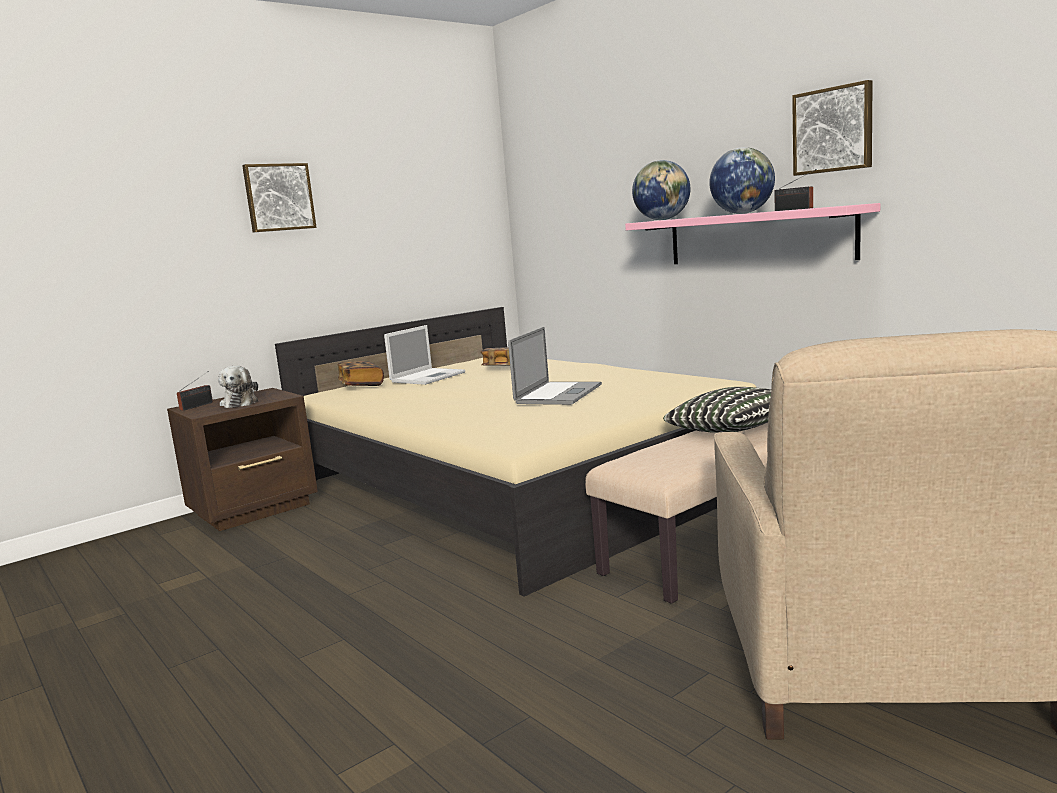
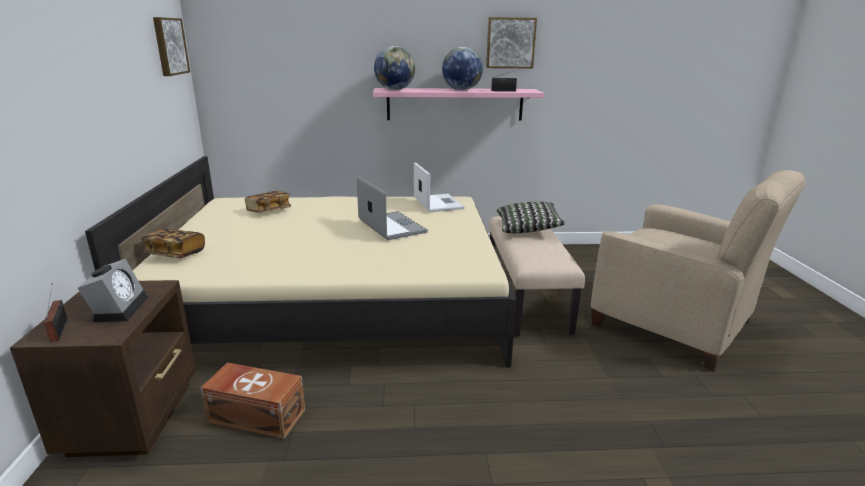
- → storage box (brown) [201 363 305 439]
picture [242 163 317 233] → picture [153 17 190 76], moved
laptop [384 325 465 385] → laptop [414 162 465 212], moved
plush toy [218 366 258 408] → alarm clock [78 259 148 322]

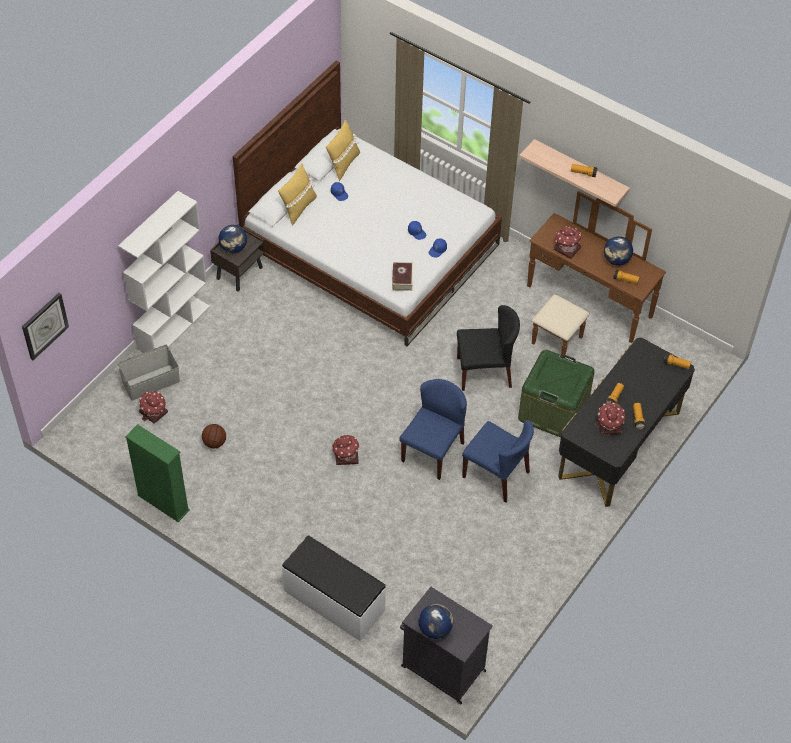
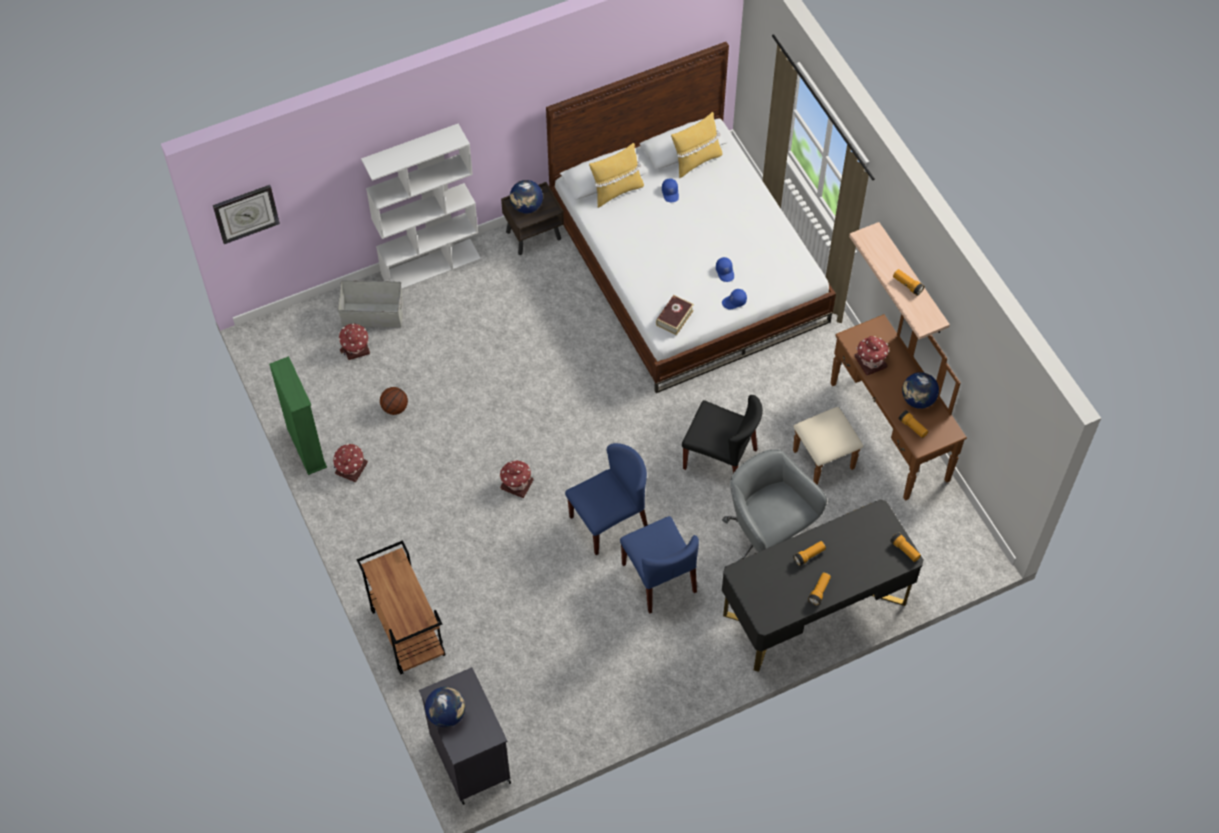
toy house [595 402 625 435] → toy house [333 443 368 482], moved
bench (white) [282 535 386 641] → cart (brown) [356 540 446 674]
storage box (green) [518 350 595 438] → office chair (grey) [722 449 827 561]

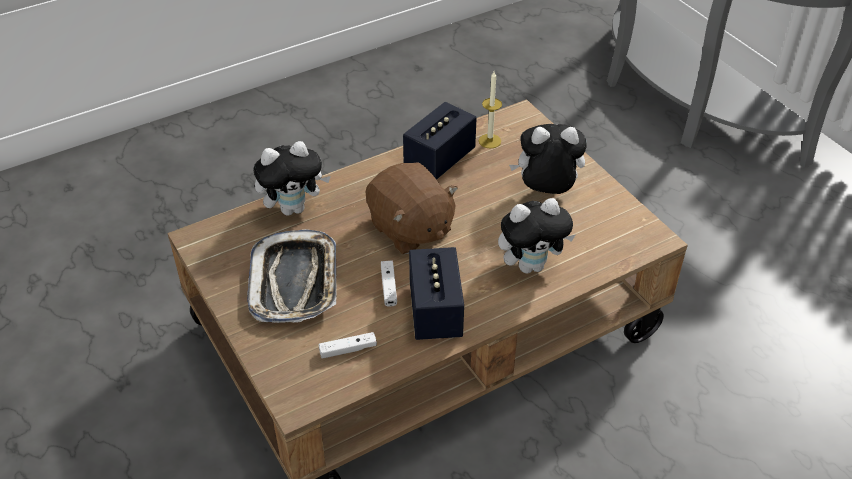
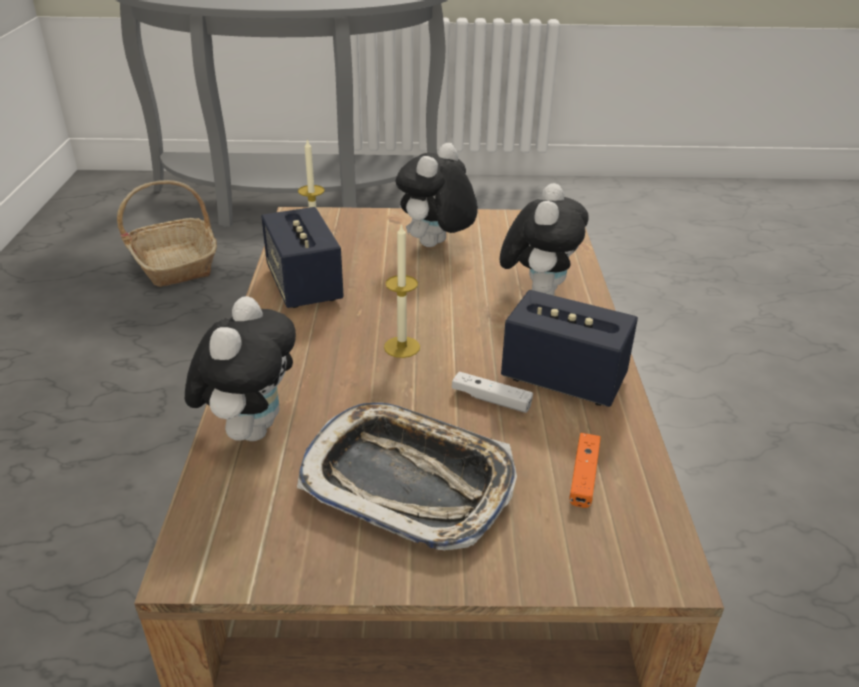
- → basket [117 180 217 287]
plush toy (brown) [366 162 458 255] → candle [384 223 420 358]
game controller (white) [319 332 377 359] → game controller (orange) [569 433 601 508]

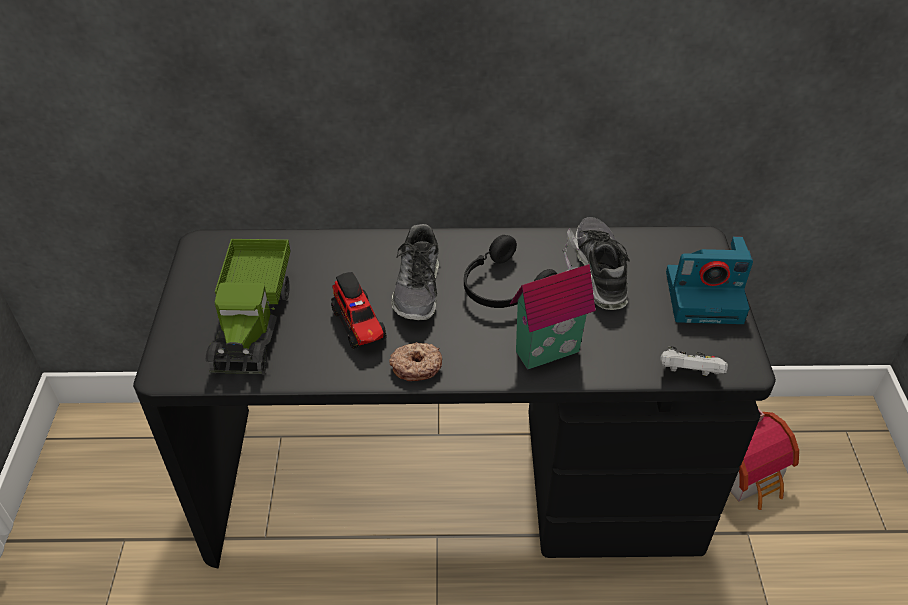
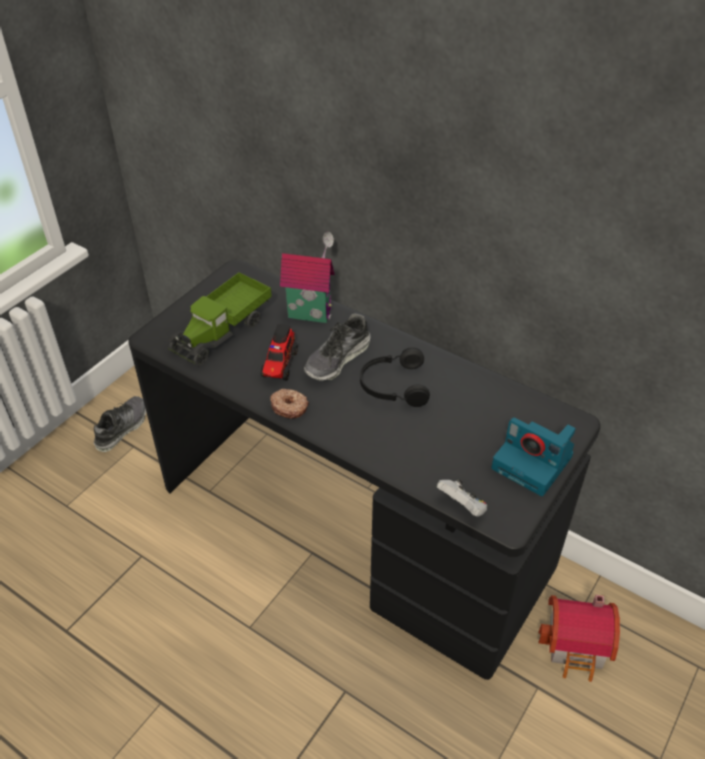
toy house [510 228 596 370] → toy house [280 232 335 323], moved
shoe [576 217 630 310] → shoe [94 396 146 452], moved

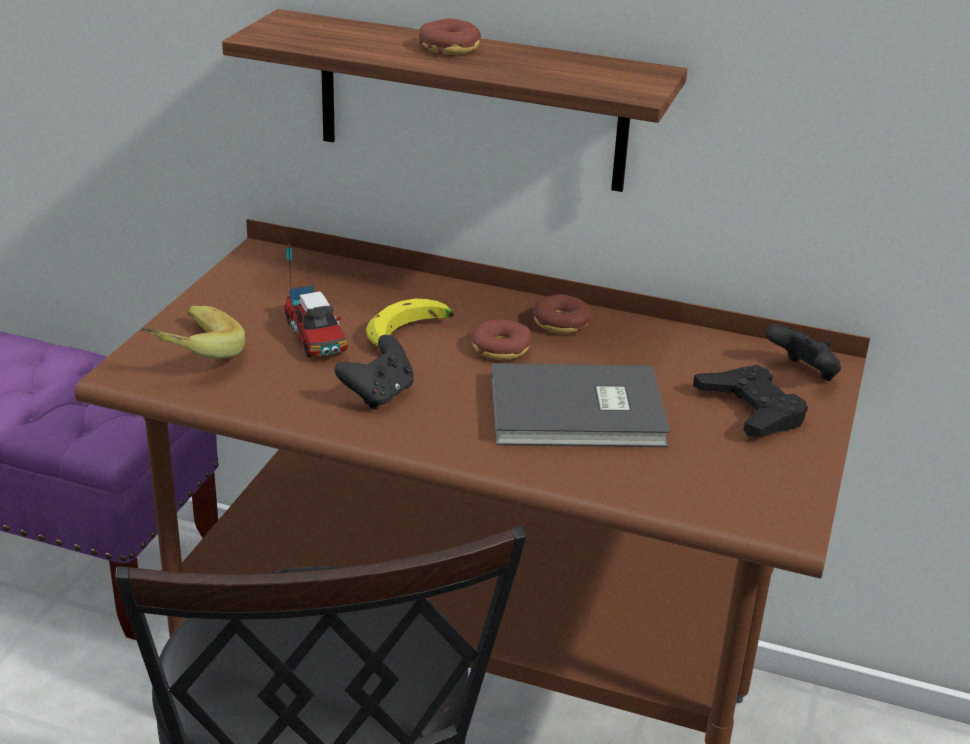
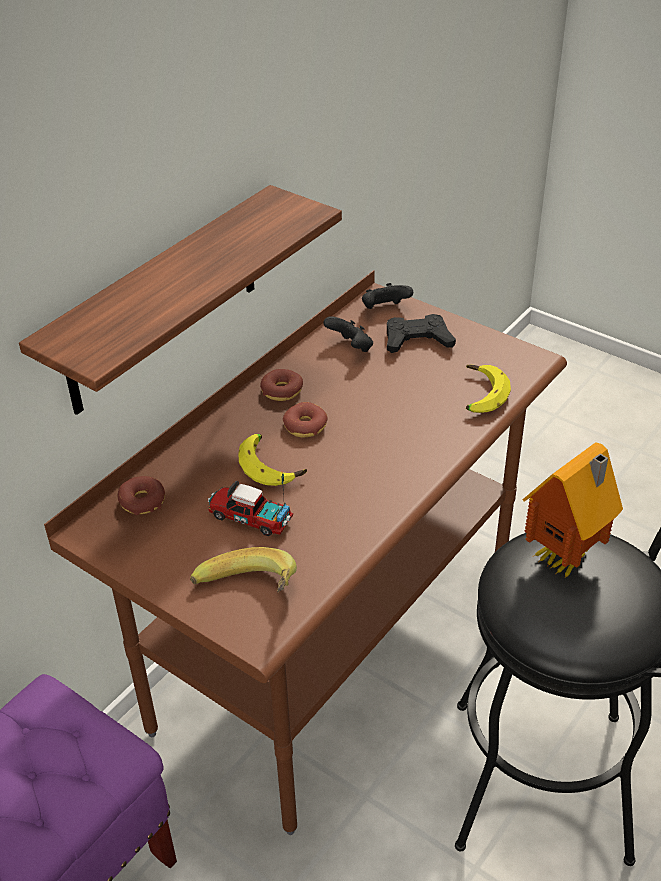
book (grey) [492 363 670 447] → -
- → banana [466 365 511 413]
- → toy house [523 442 623 579]
game controller (black) [335 335 414 409] → game controller (black) [323 316 373 352], moved
donut [419 19 481 54] → donut [117 476 165 515], moved
toy truck [284 244 348 357] → toy truck [208 472 293 536], 150 degrees counterclockwise

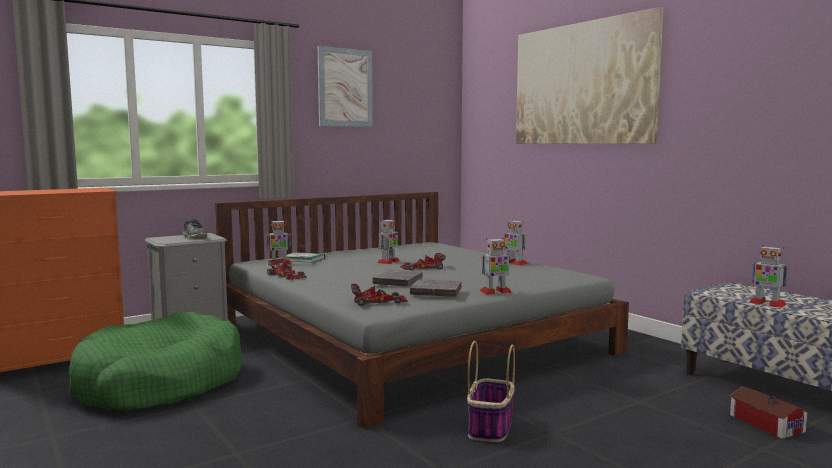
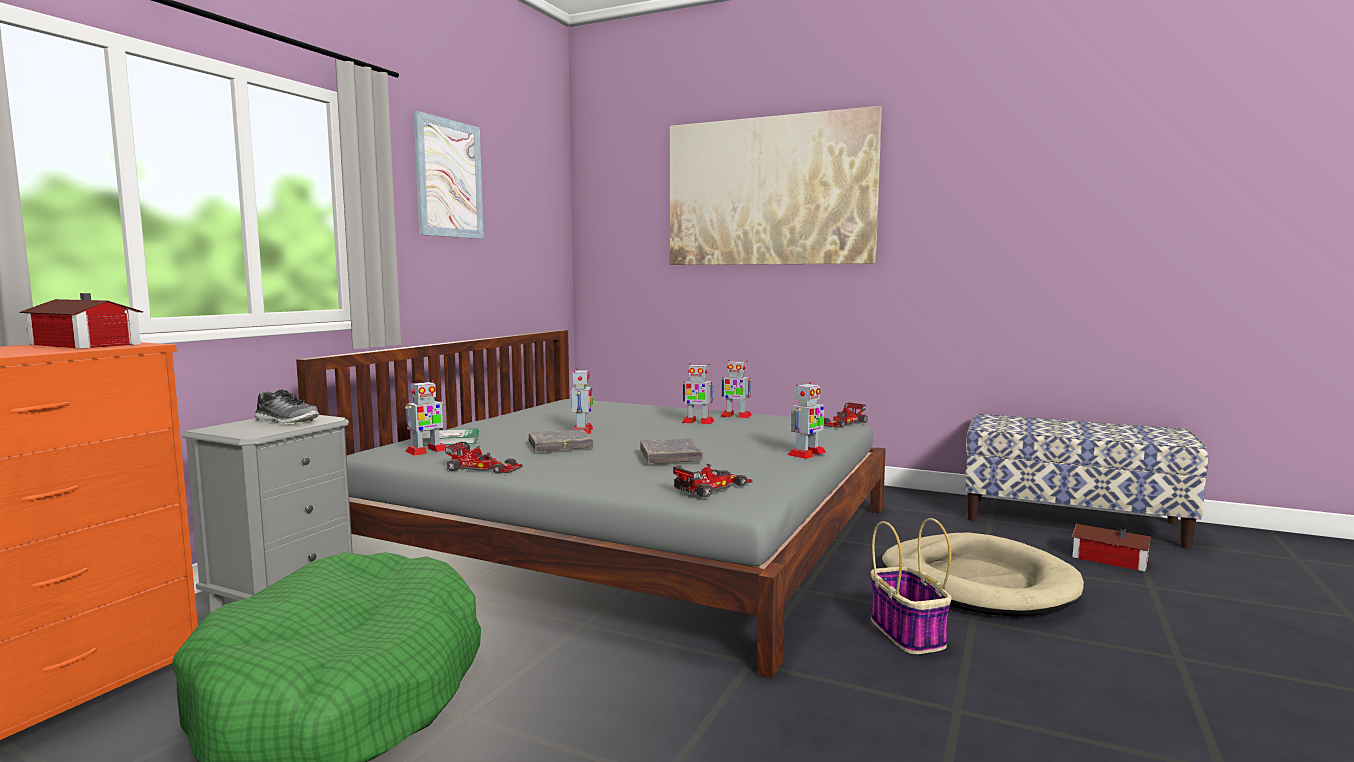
- → toy house [19 293 144 349]
- → dog bed (beige) [882 533 1084 617]
toy car [400 253 445 270] → toy car [823 402 868 428], moved
book (grey) [410 279 461 297] → book (grey) [529 429 593 451], moved
toy robot [749 245 788 308] → toy robot [682 363 715 424], moved

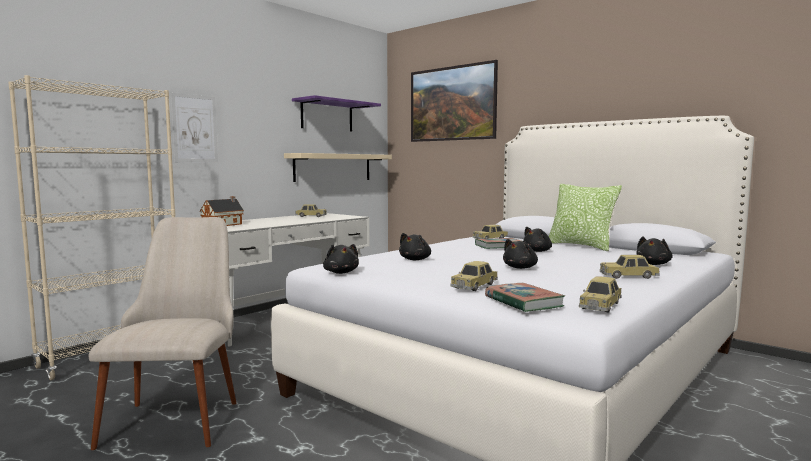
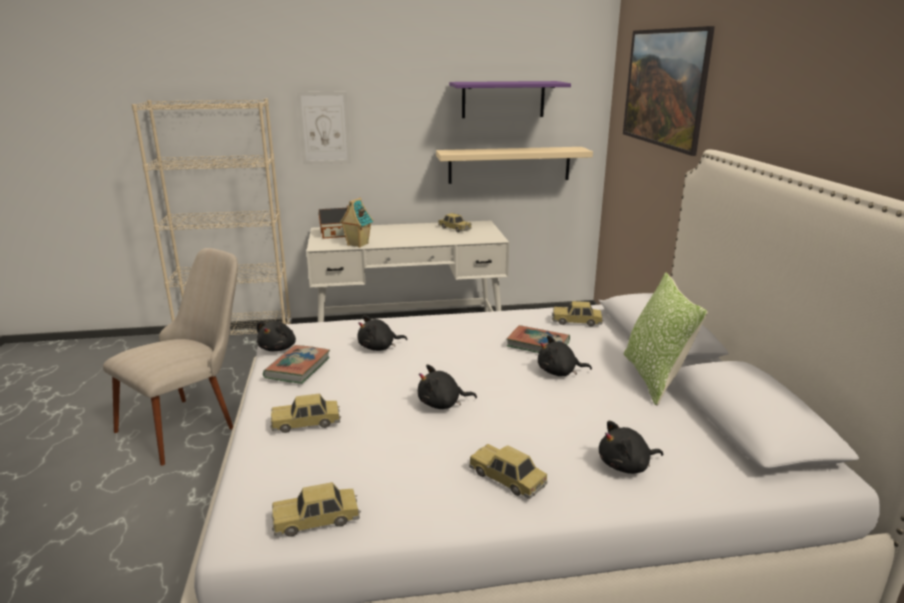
- → toy house [339 198 373 248]
book [485 283 565 312] → book [263 345 330 384], moved

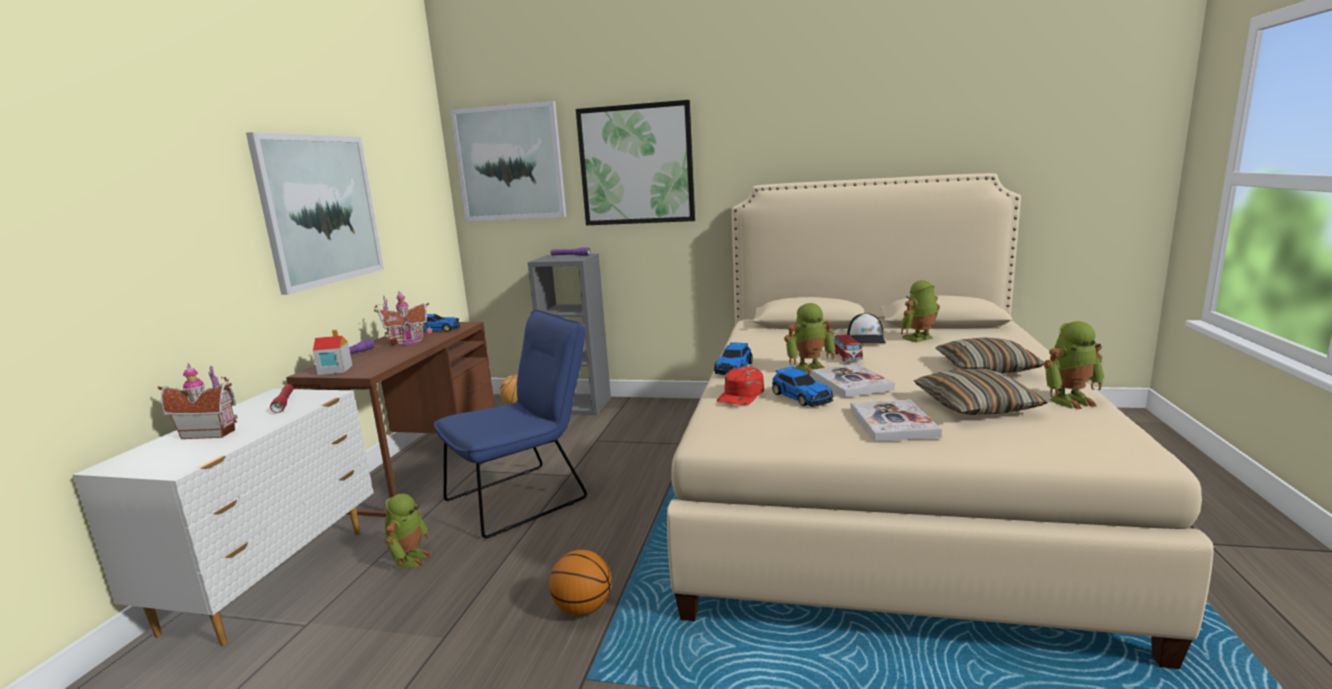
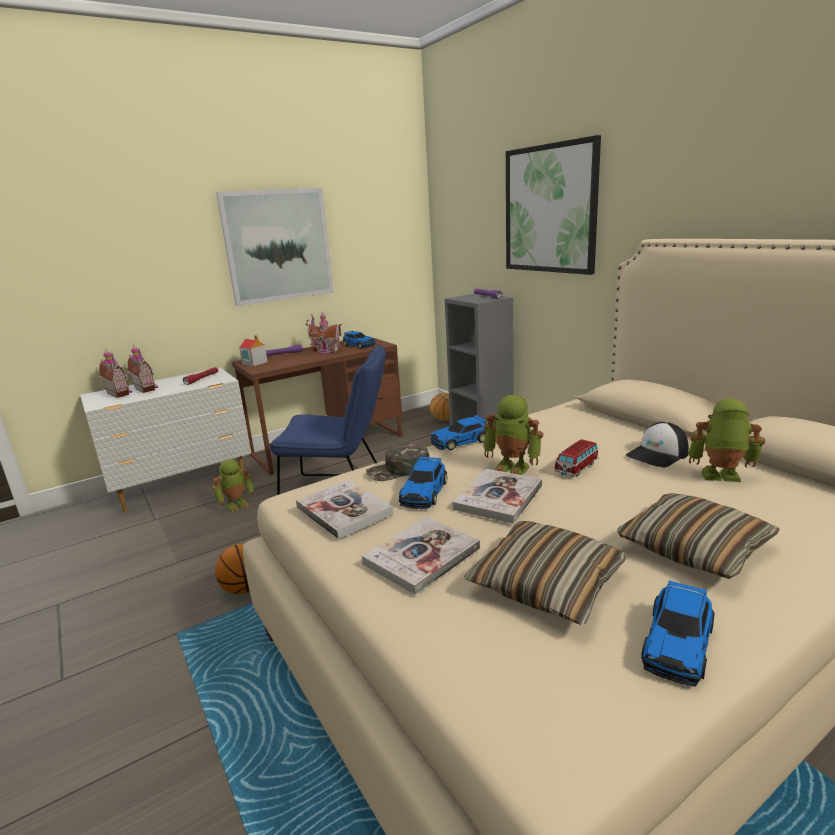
picture [450 101 566 221] → -
- → toy house [99 350 132 398]
- → book [296 480 393 539]
toy robot [1043 321 1104 410] → toy car [641 580 715 687]
cap (red) [717 367 764 405] → cap (green) [366 443 430 481]

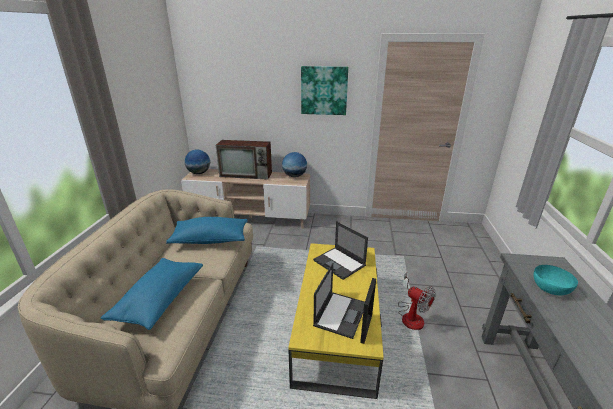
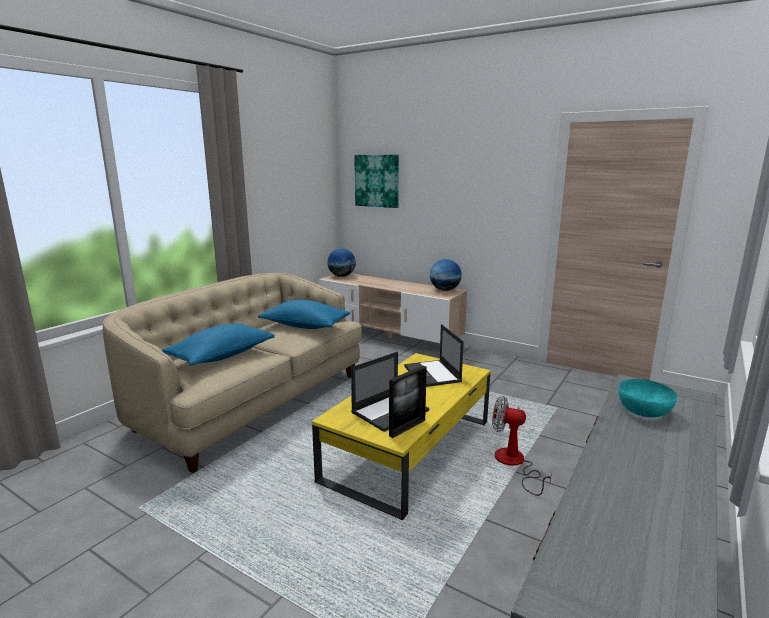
television [216 140 272 180] → -
picture [301 66 348 115] → picture [354 155 399 208], moved
fan [398 272 436 330] → fan [492 396 552 496], 135 degrees clockwise

